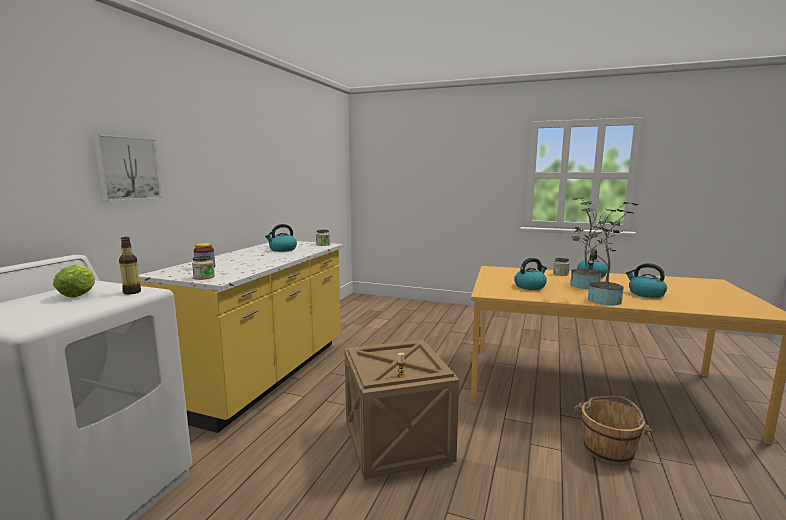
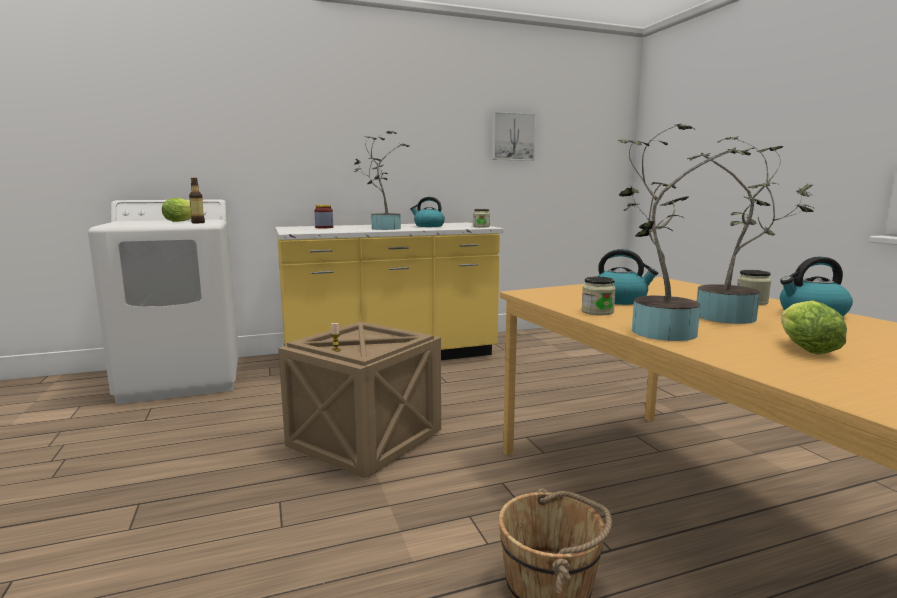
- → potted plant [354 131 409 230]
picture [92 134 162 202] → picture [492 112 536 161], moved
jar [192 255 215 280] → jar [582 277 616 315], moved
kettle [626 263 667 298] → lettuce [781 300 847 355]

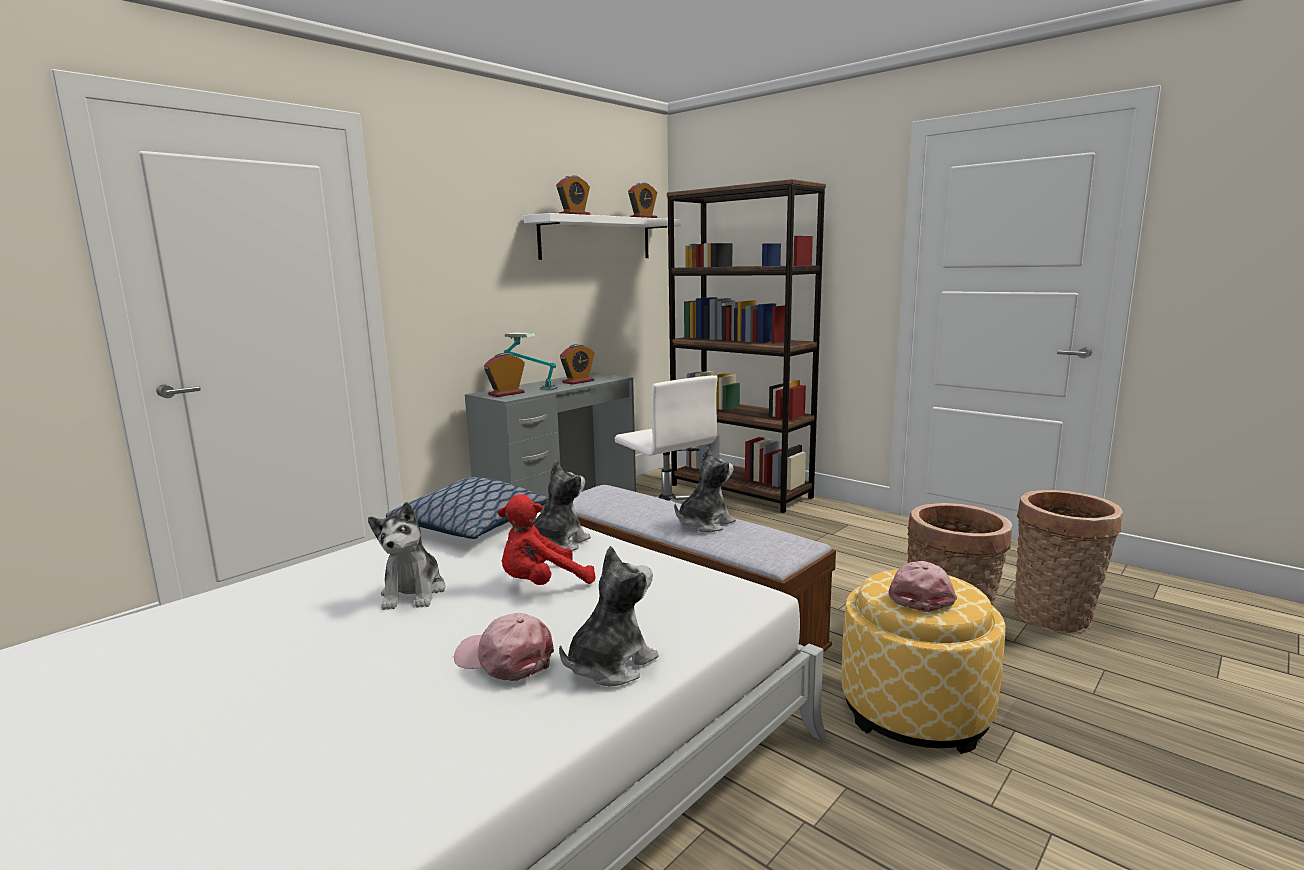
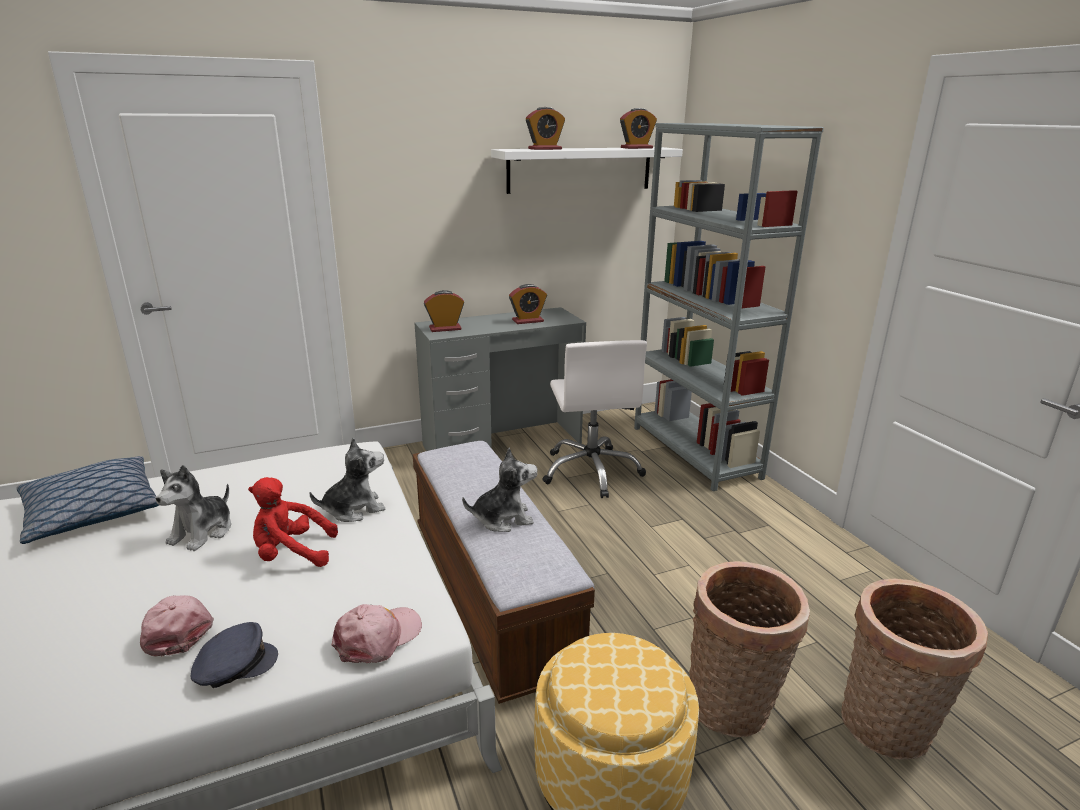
table lamp [504 332 557 391] → -
pillow [386 477 548 539] → pillow [17 456 159 544], moved
cap (pink) [889 561 957 612] → cap (pink) [332 604 422 664], moved
plush toy [559 546 659 686] → cap (grey) [191 622 278 688]
bookcase (brown) [667 179 826 513] → bookcase (grey) [634 123 824 491]

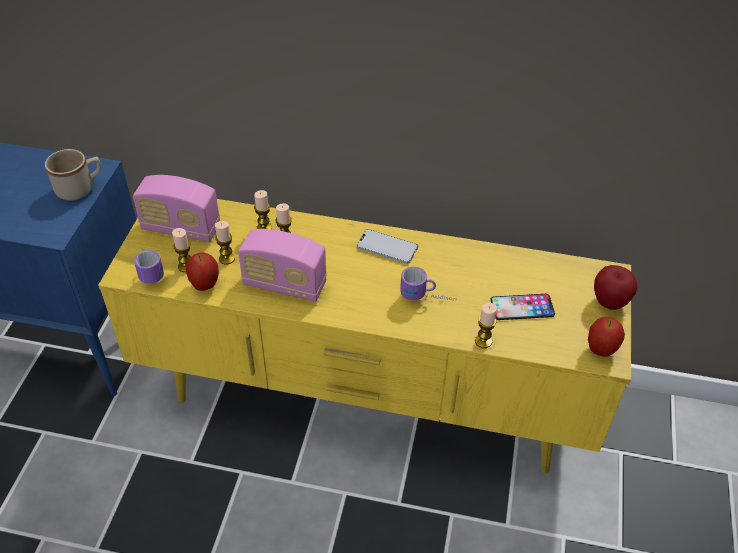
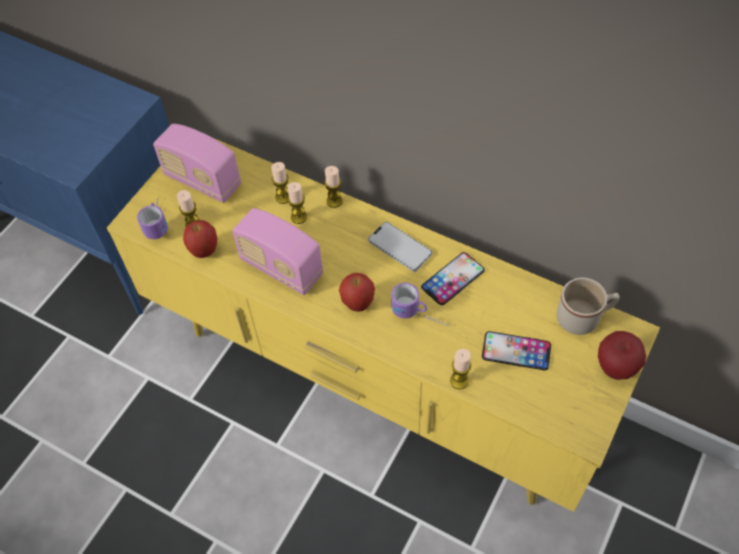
- → phone [421 252 485 305]
mug (beige) [45 149 101 201] → mug (beige) [557 278 619 335], moved
candle [215 221 235 265] → candle [324 166 343 208], moved
apple [588 317 625 357] → apple [339 273 375 312], moved

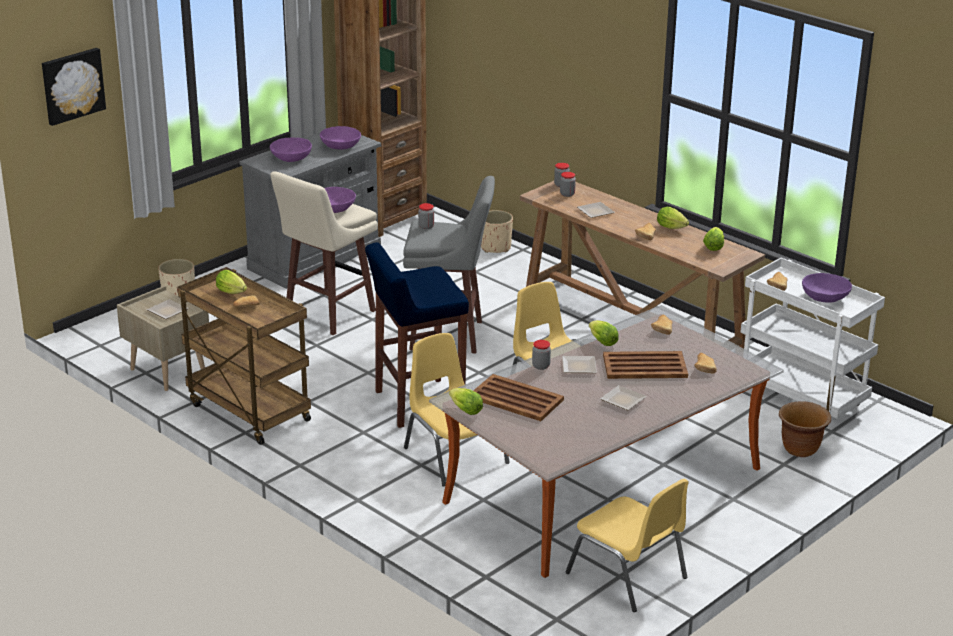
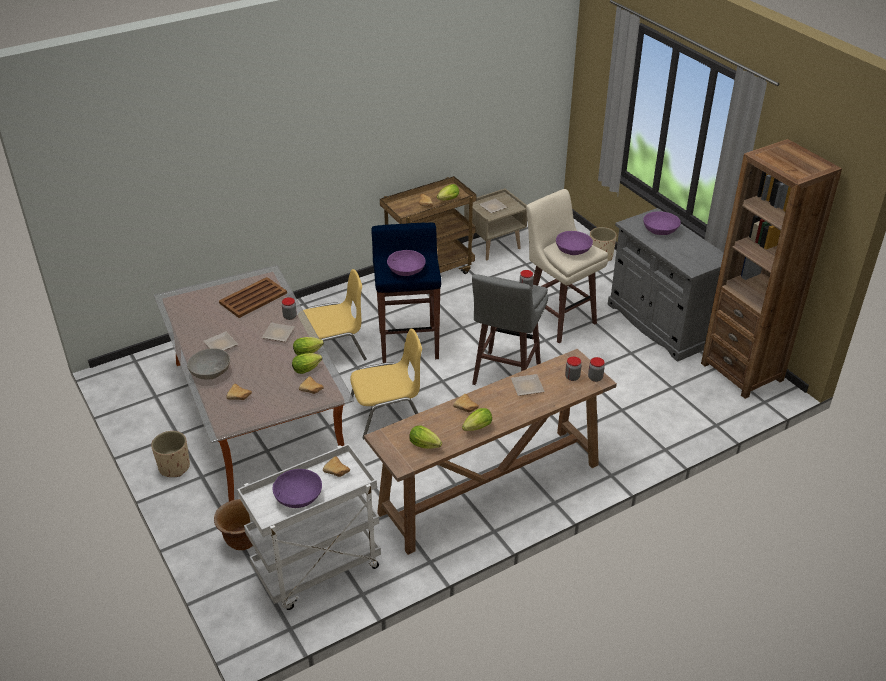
picture [42 48 106 126] → -
chair (yellow) [566 479 689 612] → -
tray (brown) [603 351 688 379] → -
- → bowl (grey) [187 348 230 379]
bowl (purple) [320 126 361 149] → bowl (purple) [387 250 426 276], moved
lettuce [449 388 483 415] → lettuce [292 353 322 374], moved
planter (beige) [481 210 513 253] → planter (beige) [151 431 190 477], moved

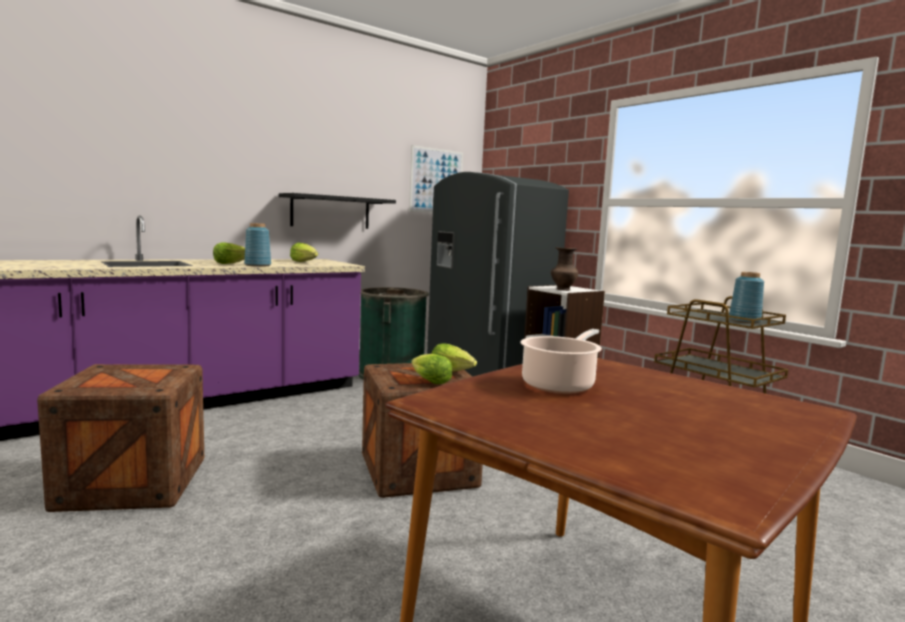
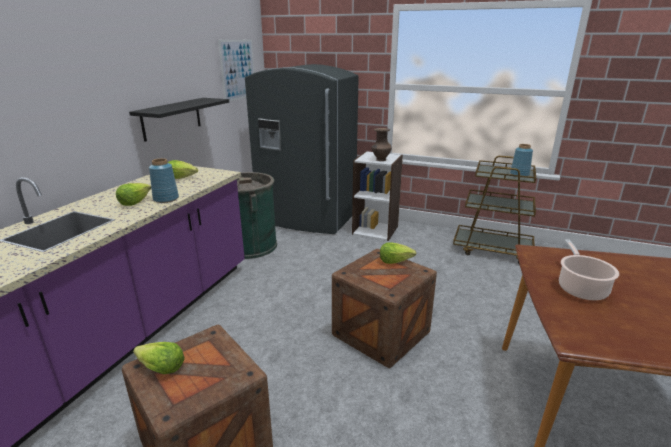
lettuce [412 354 452 384] → lettuce [133 342 185 374], moved

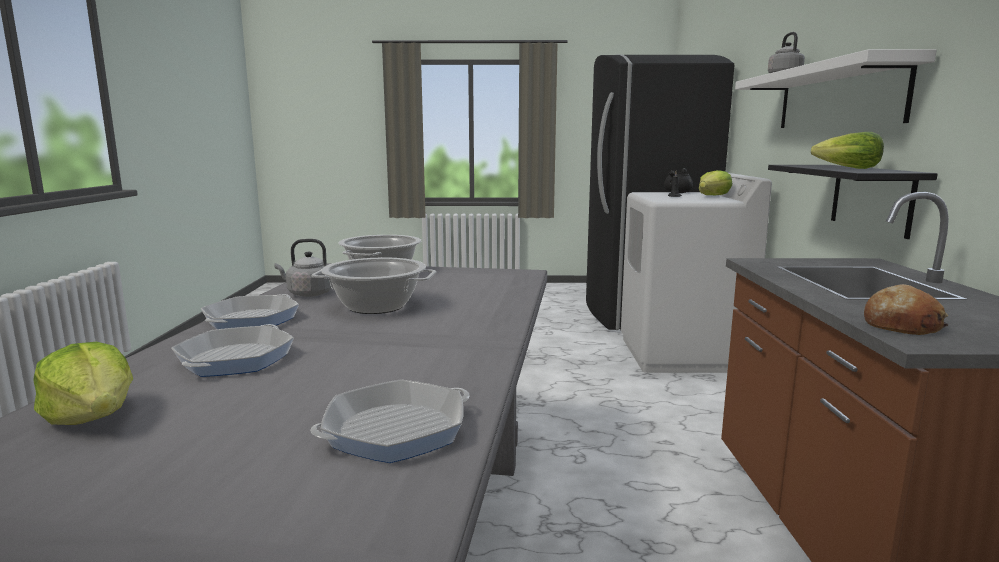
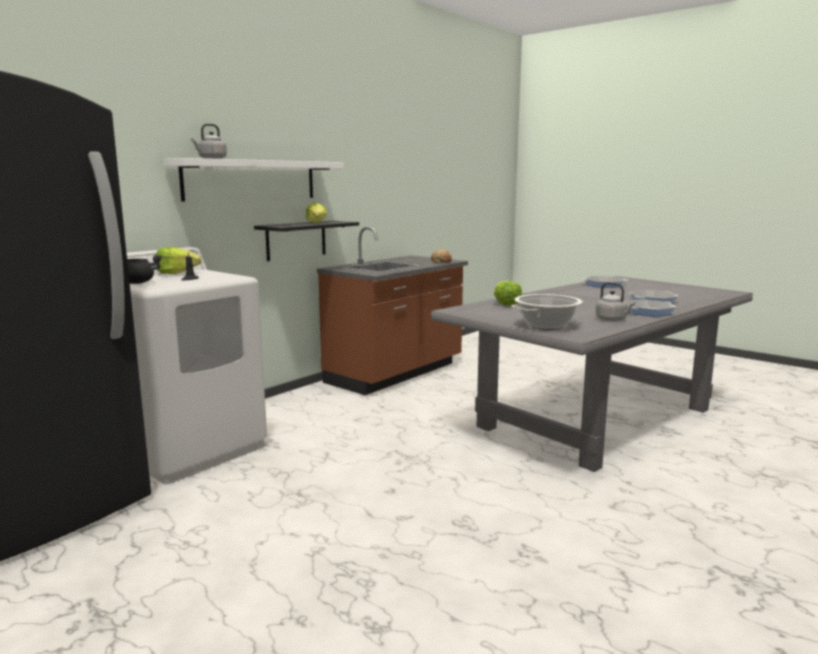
cooking pot [312 258 436 314] → -
lettuce [33 342 133 425] → lettuce [494 281 522 306], moved

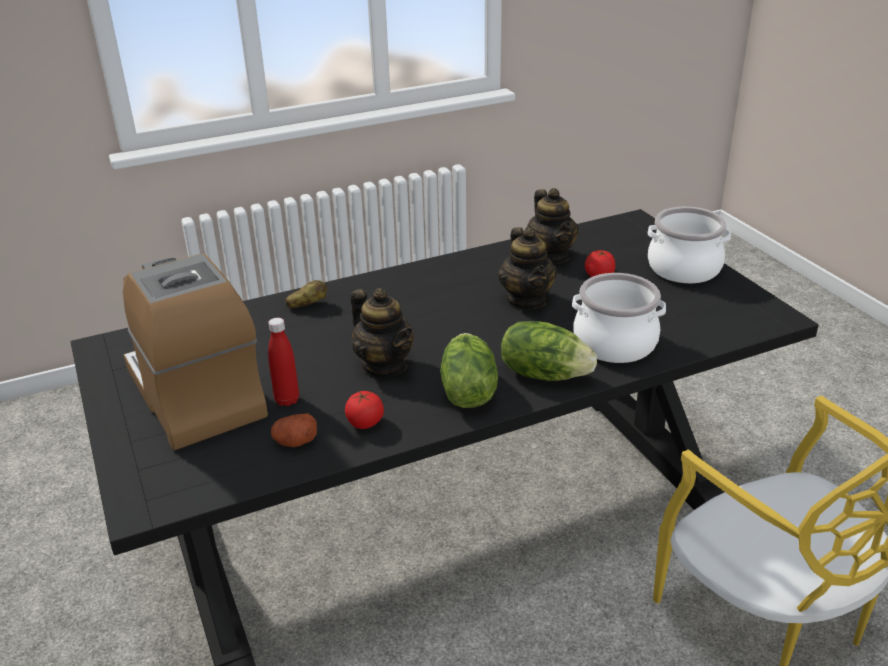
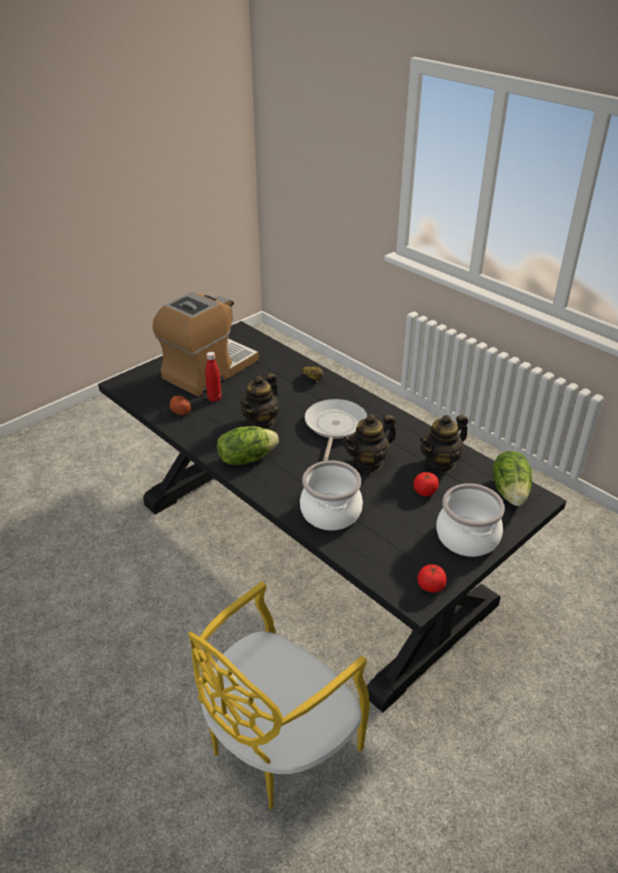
- → frying pan [305 399 367 461]
tomato [345 391 384 429] → tomato [417 565 447 593], moved
lettuce [501 321 597 381] → lettuce [493 451 532 506], moved

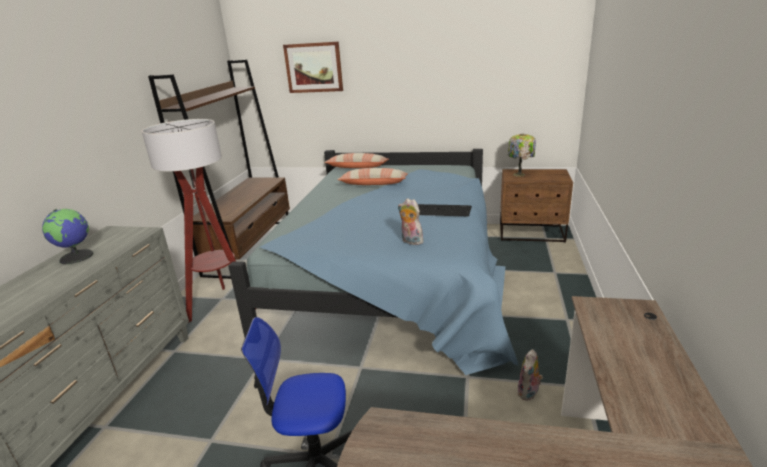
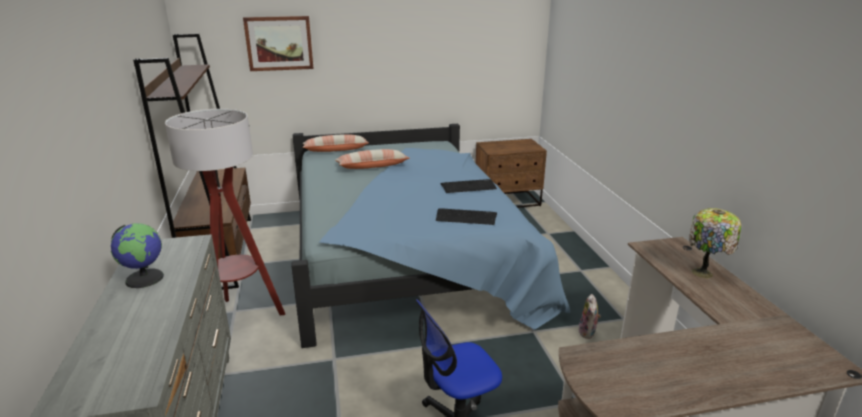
table lamp [508 134 536 177] → table lamp [689 208 741 278], moved
plush toy [398 198 423 245] → keyboard [436 208 497 225]

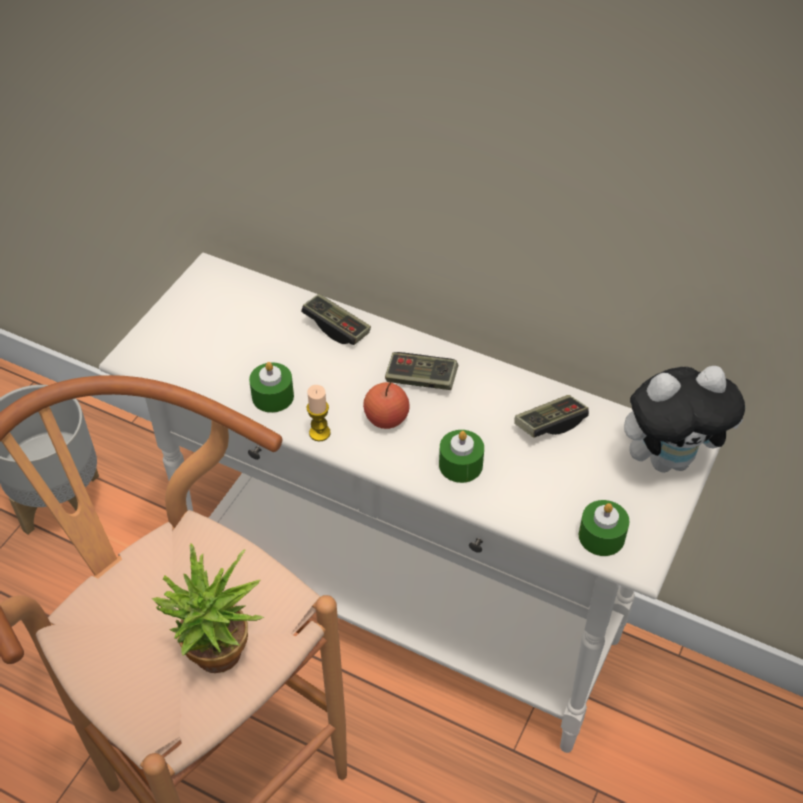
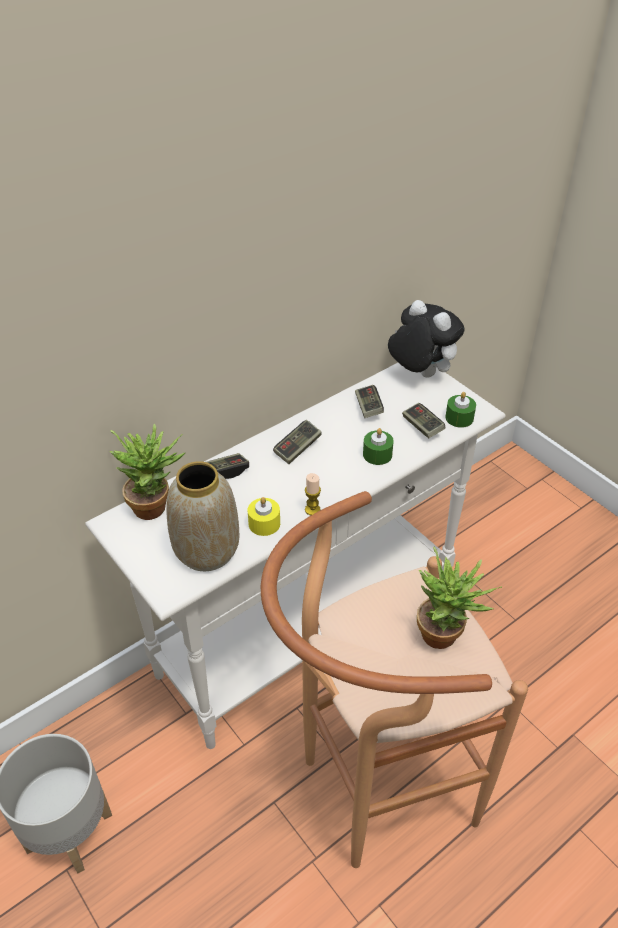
apple [363 382 410 429] → -
- → potted plant [109 423 185 520]
- → vase [166 461 239 571]
- → game controller [402 403 445 438]
candle (green) [249 362 294 413] → candle (yellow) [248 497 280 536]
plush toy [624 366 745 473] → plush toy [388 300 464 378], 60 degrees counterclockwise

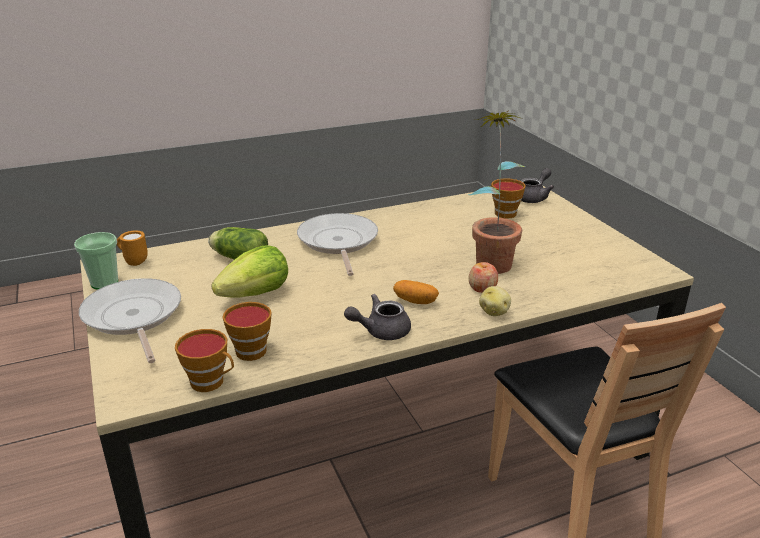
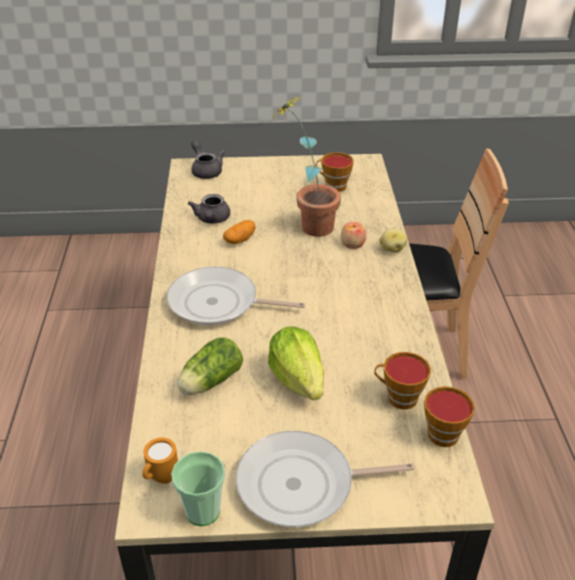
teapot (grey) [344 294 411 340] → teapot (grey) [188 194 230 224], moved
potato [393 280 439 304] → potato [223 220 256 244], moved
cup [491 178 526 219] → cup [316 152 354 192], moved

